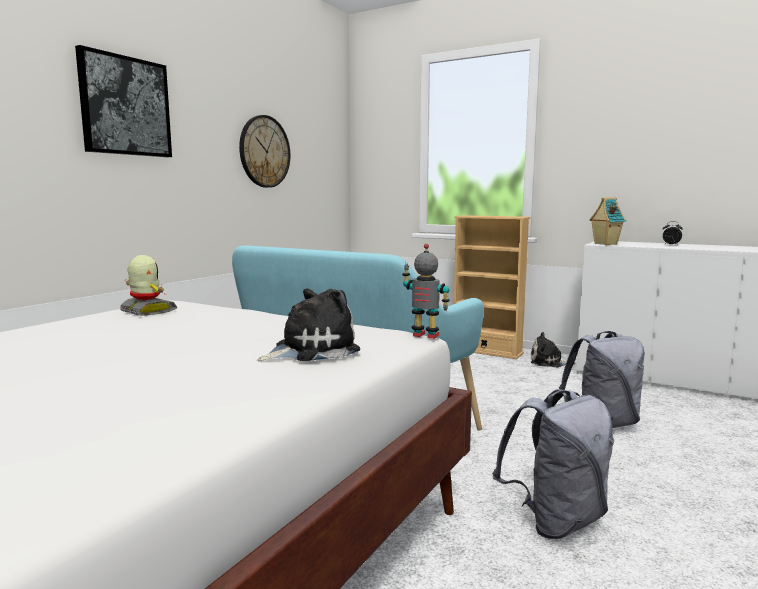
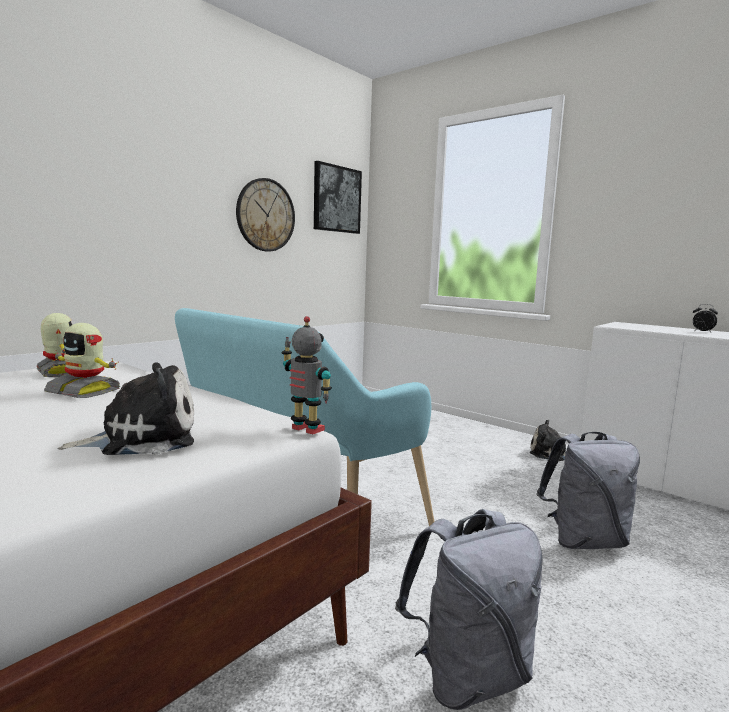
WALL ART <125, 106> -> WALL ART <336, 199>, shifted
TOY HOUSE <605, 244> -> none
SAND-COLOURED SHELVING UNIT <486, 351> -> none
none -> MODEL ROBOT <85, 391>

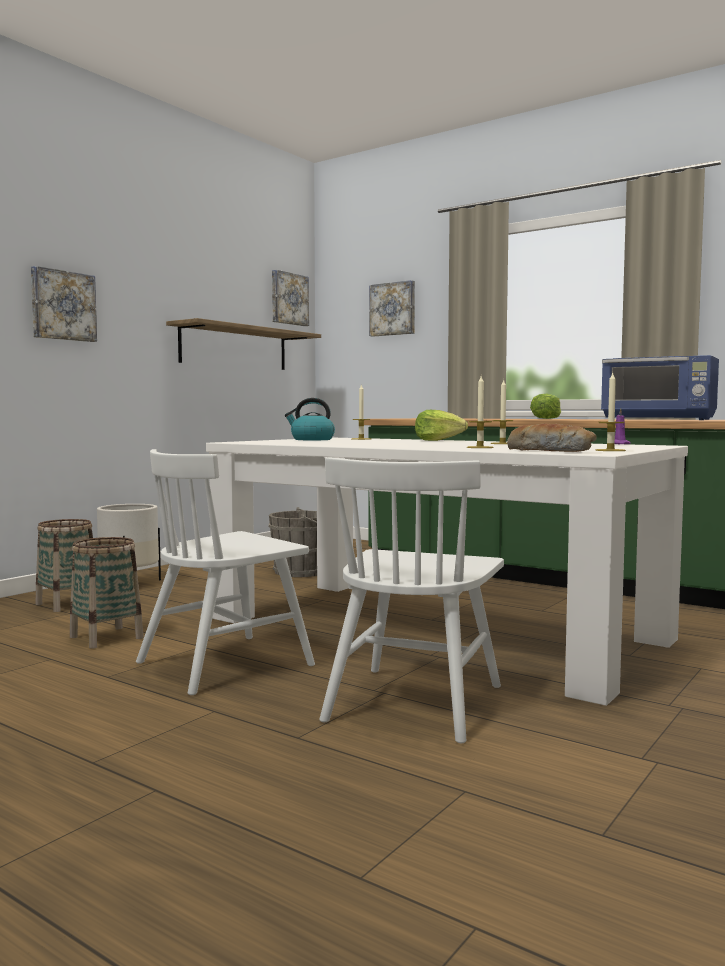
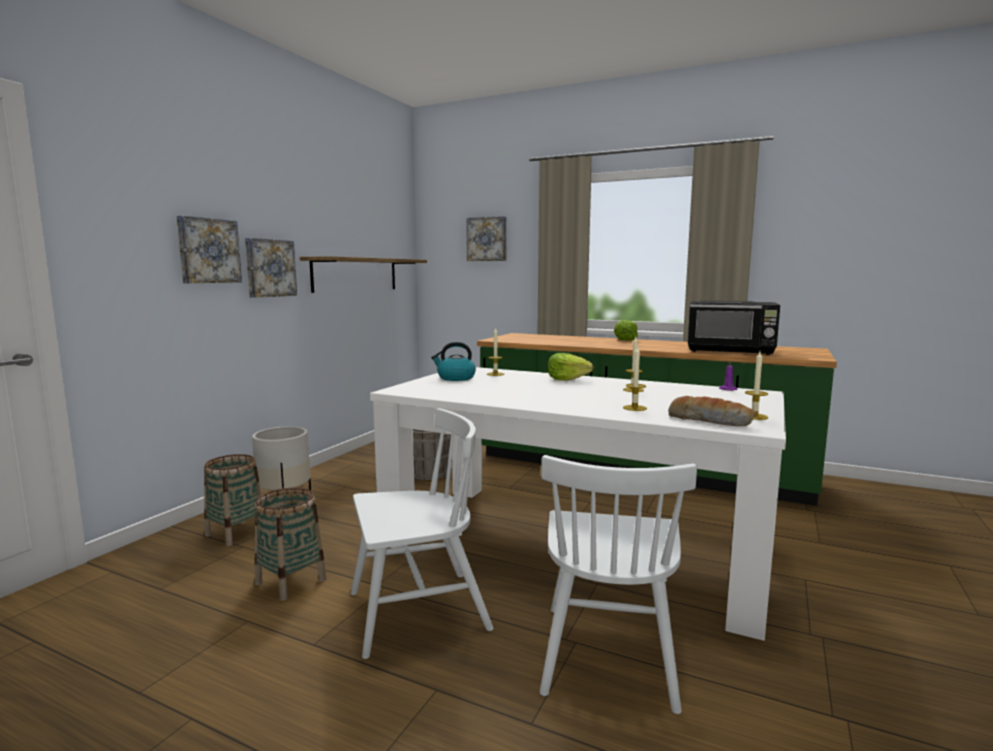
WALL ART <288, 299> -> WALL ART <269, 268>, shifted
BLUISH KITCHEN MICROWAVE <660, 419> -> BLACK-COLOURED KITCHEN MICROWAVE <731, 351>
WHITE PLAIN CHAIR <225, 663> -> WHITE PLAIN CHAIR <417, 612>, 150 degrees counterclockwise

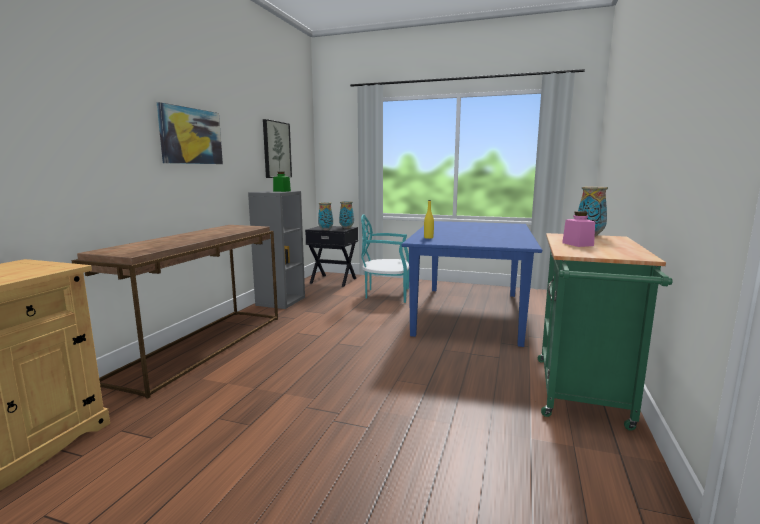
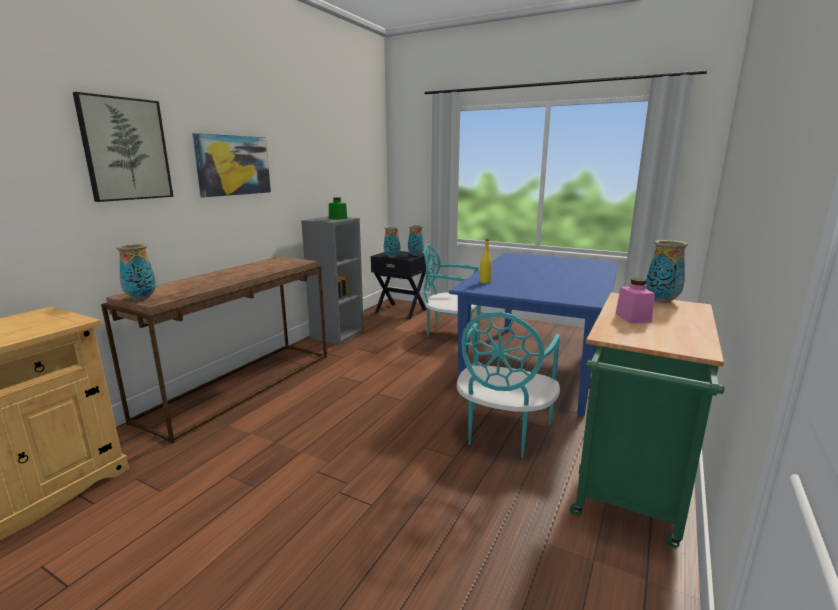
WALL ART <276, 149> -> WALL ART <125, 149>, shifted
none -> DECORATIVE VASE <141, 298>
none -> BLUE-GREEN PLAIN CHAIR <502, 432>

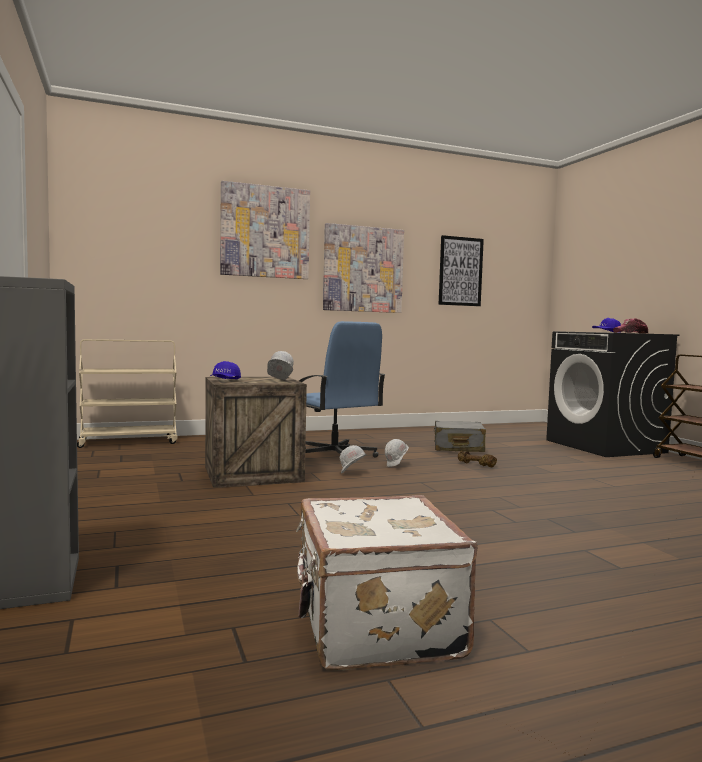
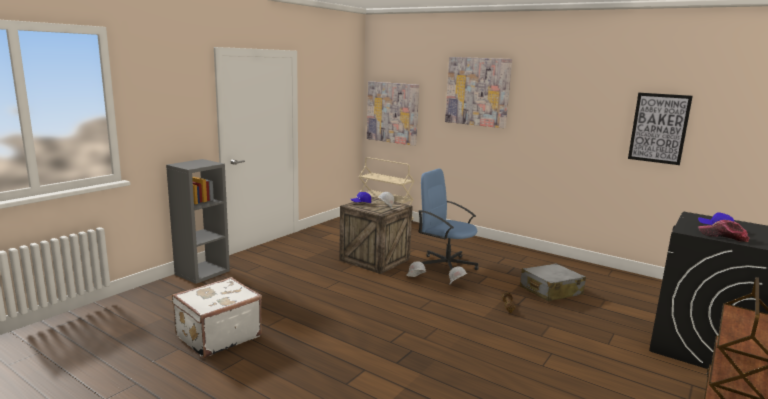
WALL ART <363, 269> -> WALL ART <392, 112>, shifted
BLUISH COMPUTER CHAIR <334, 456> -> BLUISH COMPUTER CHAIR <446, 265>, 105 degrees clockwise

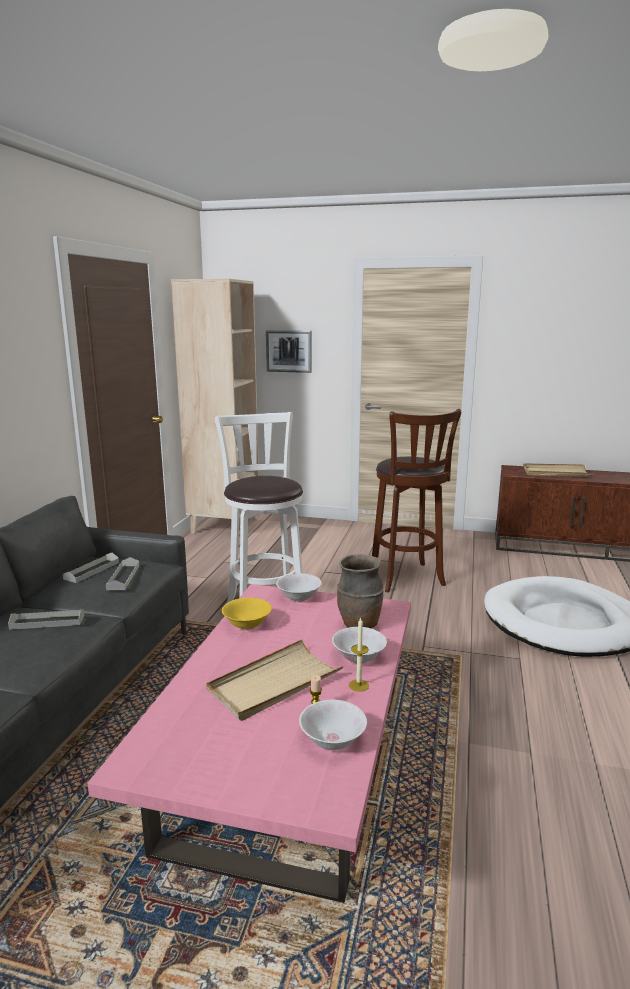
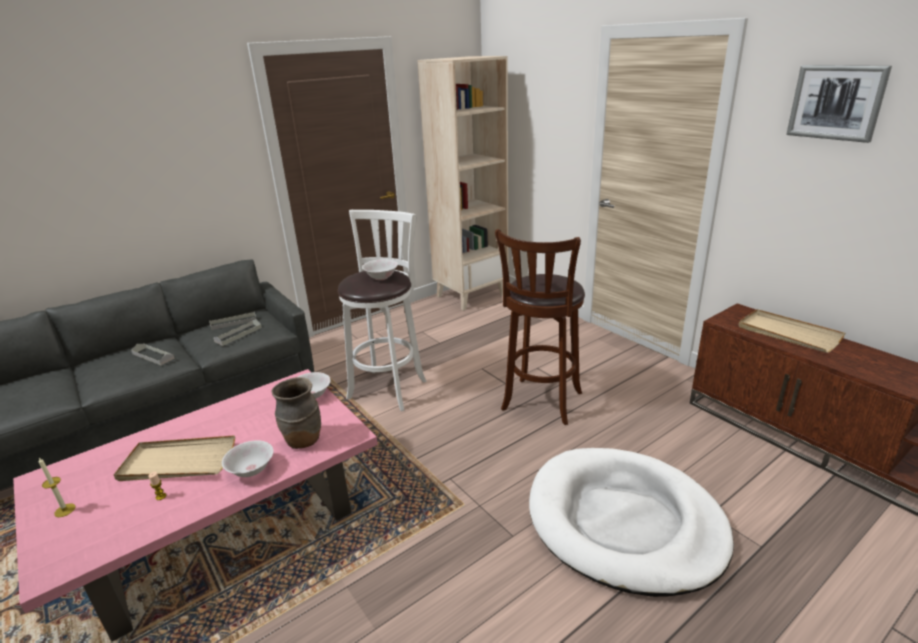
WALL ART <289, 351> -> WALL ART <836, 102>, shifted
YELLOW-COLOURED SERVING BOWL <247, 625> -> none
WAX CANDLE <358, 685> -> WAX CANDLE <65, 510>, shifted
WHITE SERVING BOWL <332, 741> -> WHITE SERVING BOWL <381, 277>, shifted

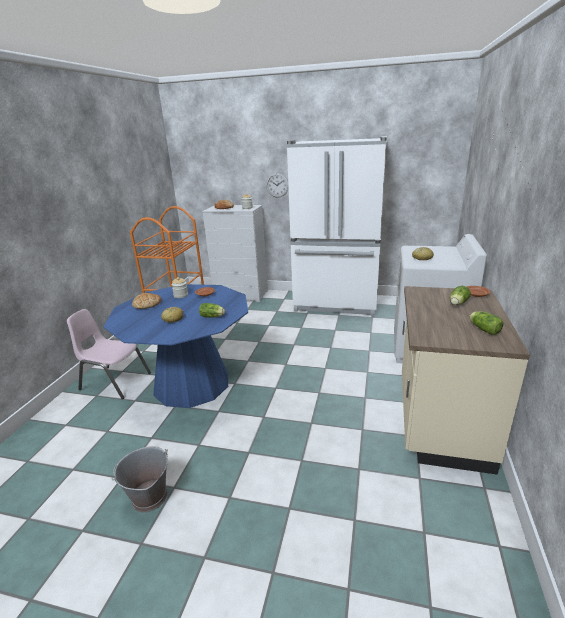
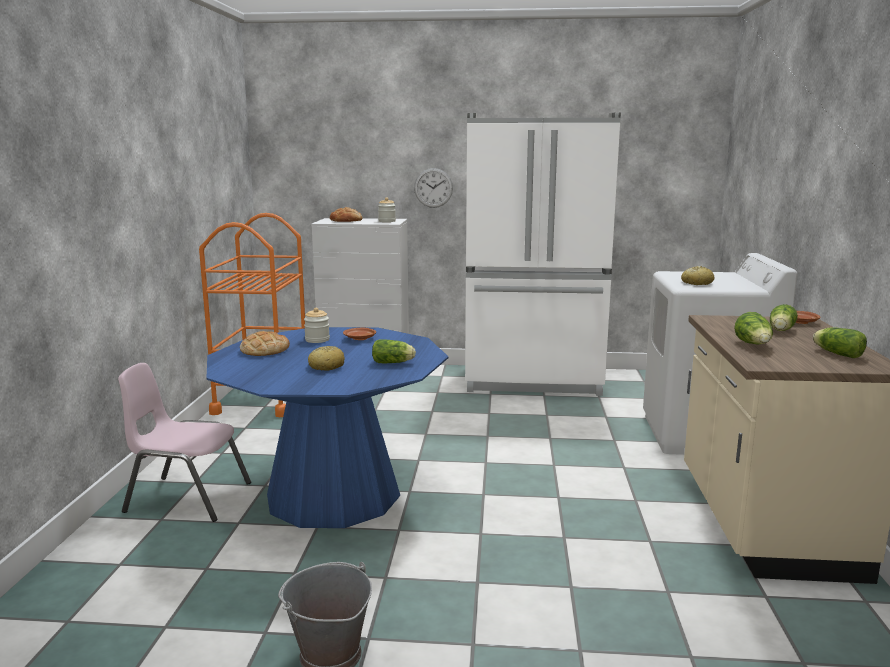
none -> LETTUCE <754, 345>

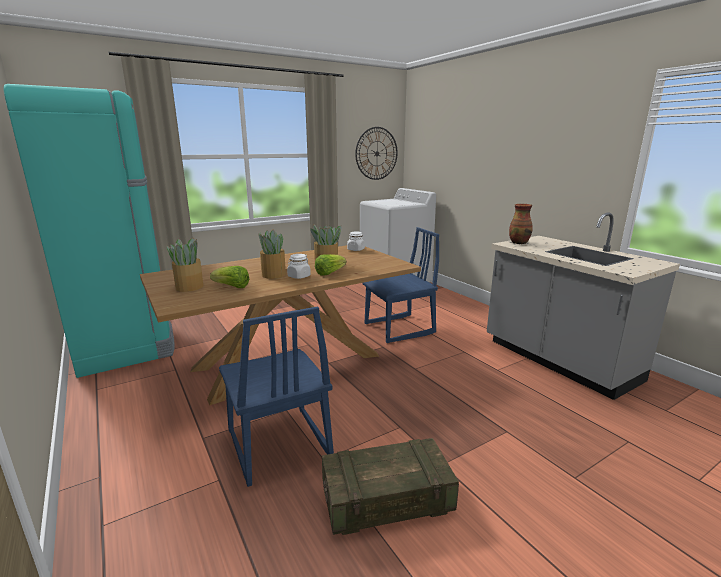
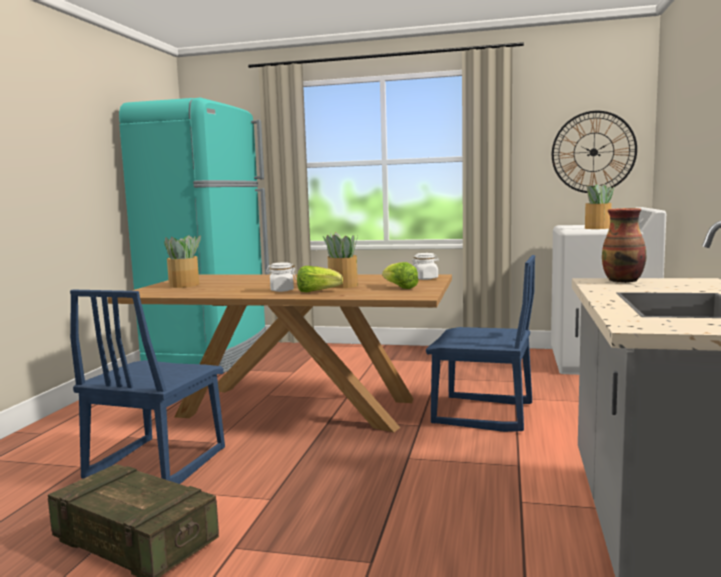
POTTED PLANT <273, 274> -> POTTED PLANT <597, 228>, shifted
LETTUCE <232, 287> -> LETTUCE <399, 287>, shifted

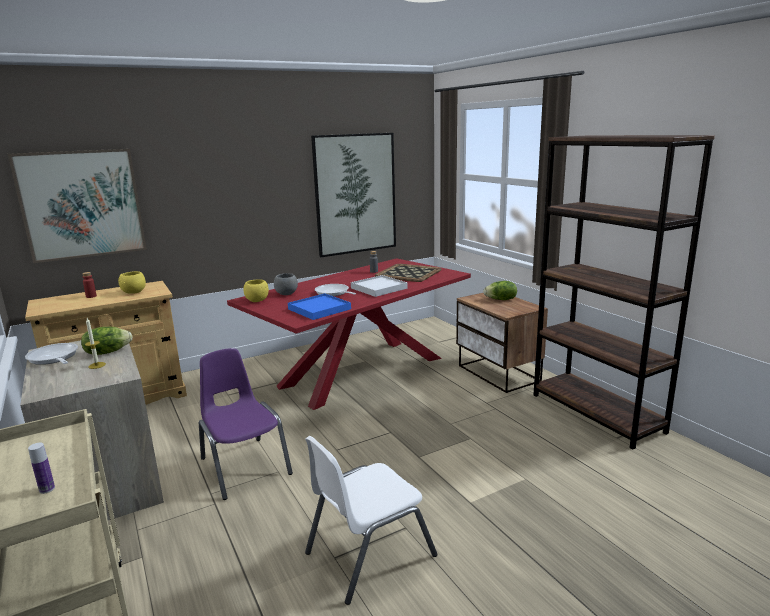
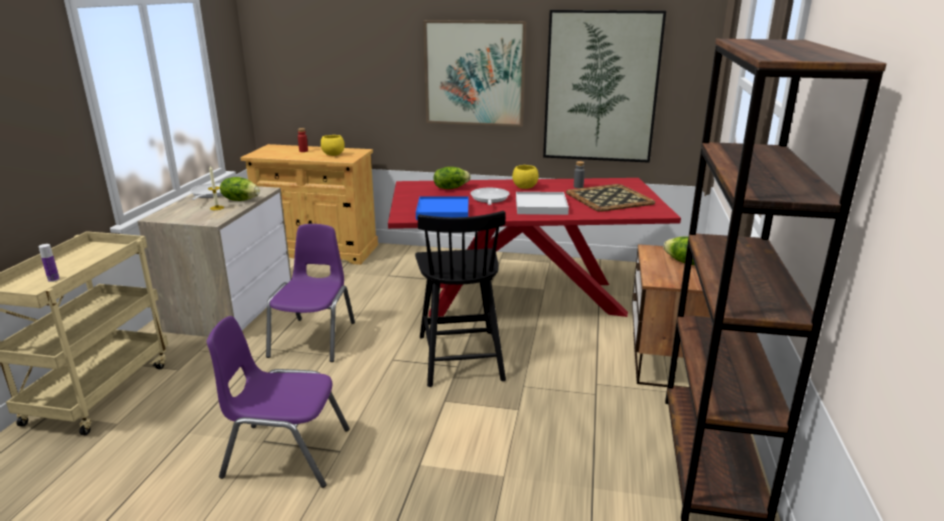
WALL ART <82, 204> -> WALL ART <474, 73>, shifted
GREYISH SERVING BOWL <286, 293> -> LETTUCE <450, 188>
YELLOW-COLOURED SERVING BOWL <256, 300> -> YELLOW-COLOURED SERVING BOWL <524, 187>, shifted
WHITE PLAIN CHAIR <368, 553> -> PURPLISH PLAIN CHAIR <286, 453>
none -> BLACK-COLOURED PLAIN CHAIR <460, 356>

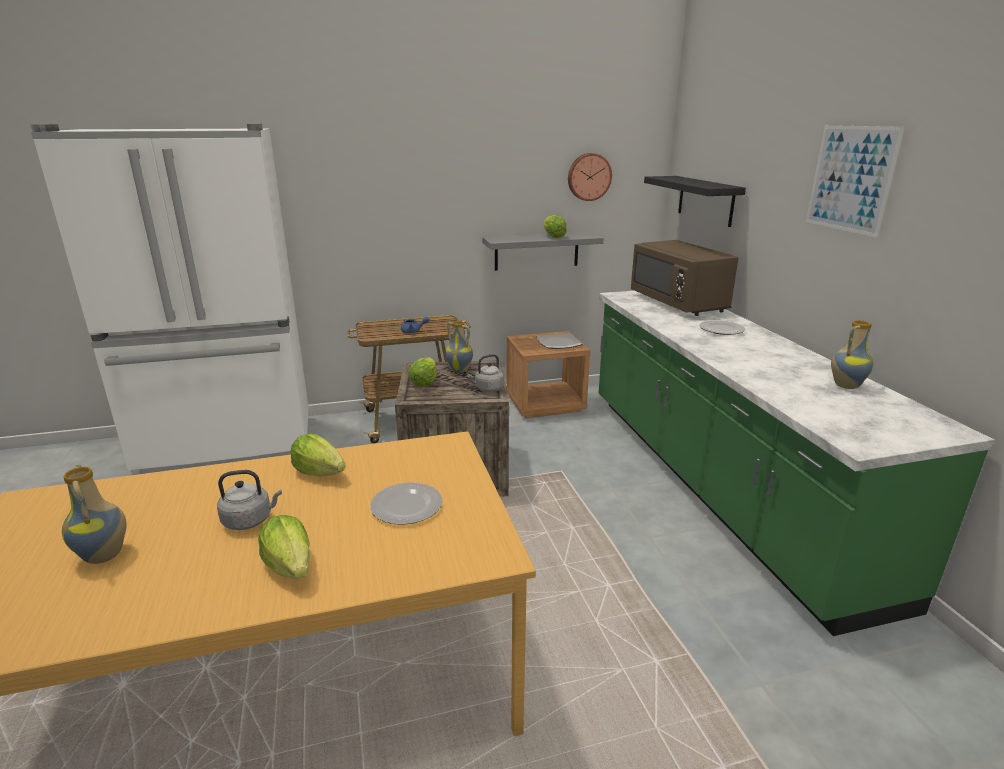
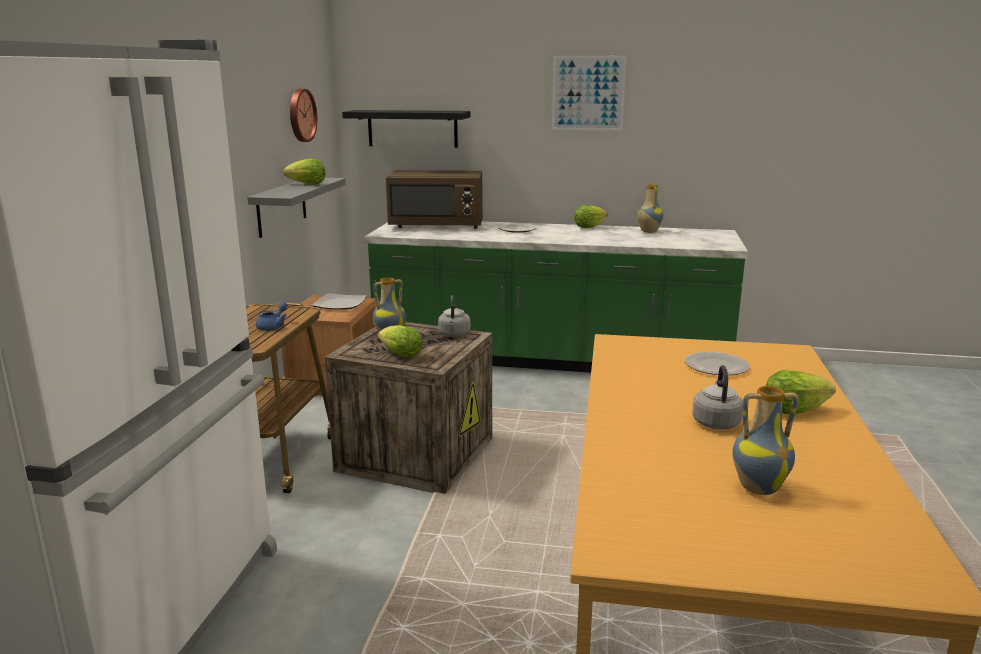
LETTUCE <319, 472> -> LETTUCE <589, 227>, shifted

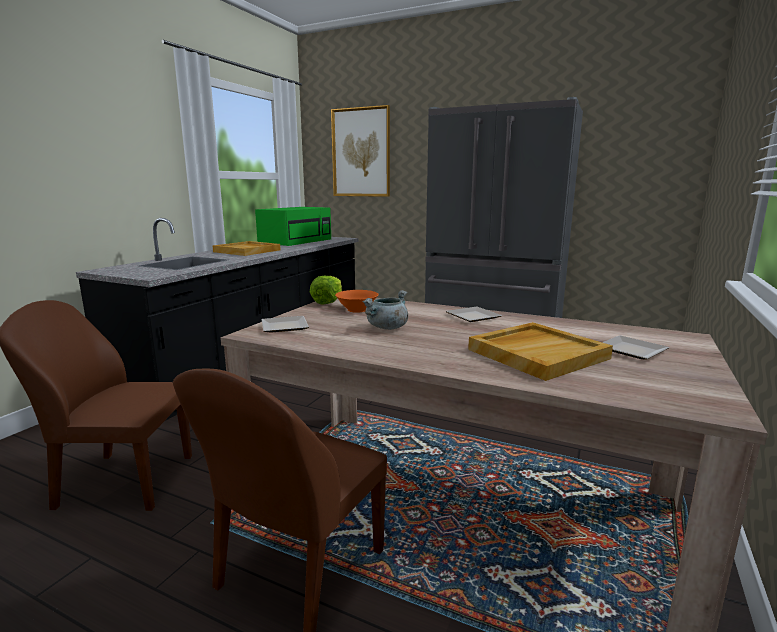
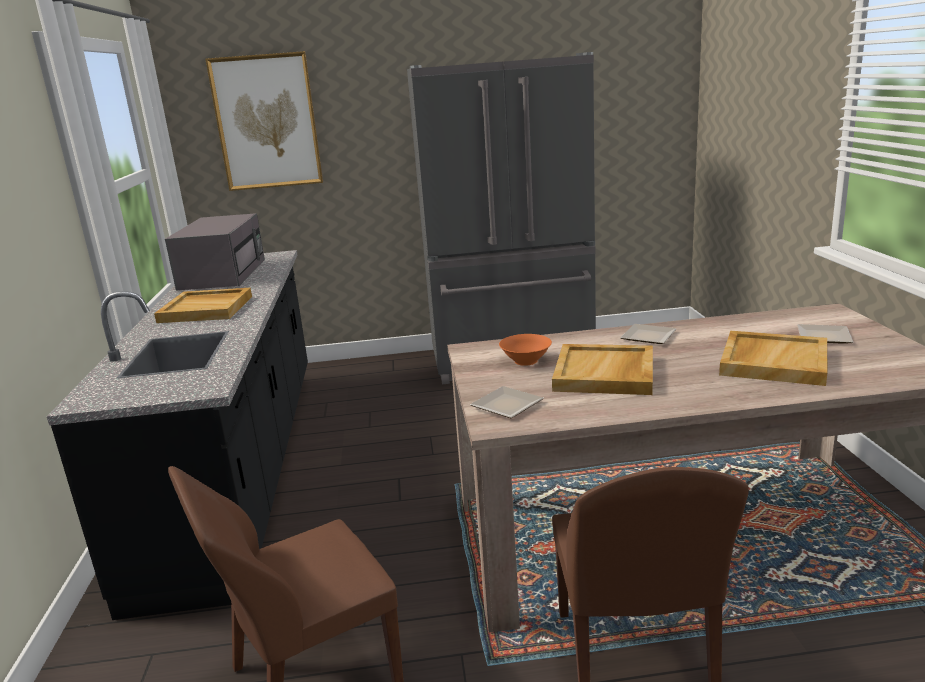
GREEN-COLOURED KITCHEN MICROWAVE <296, 241> -> GREYISH KITCHEN MICROWAVE <223, 273>
LETTUCE <328, 301> -> none
GREYISH STOCKPOT <387, 328> -> SAND-COLOURED TRAY <605, 374>

